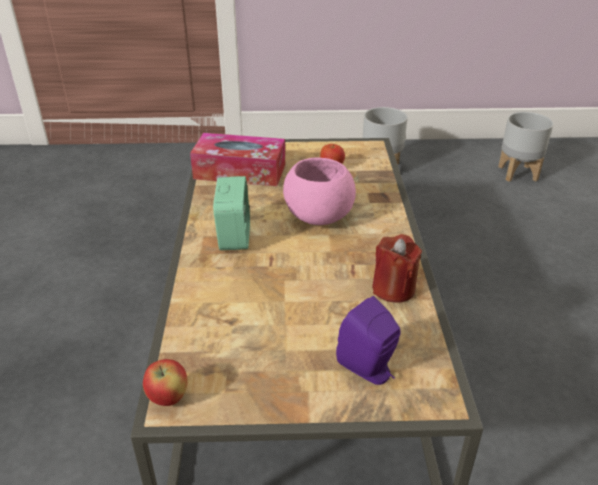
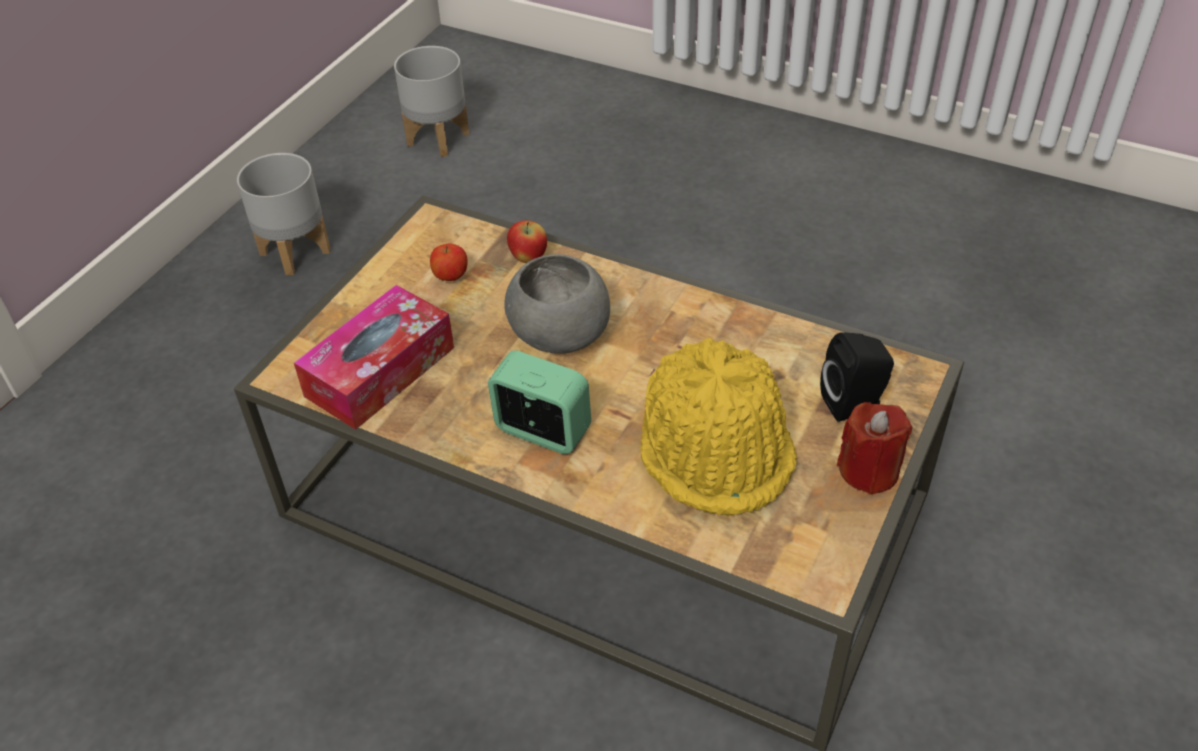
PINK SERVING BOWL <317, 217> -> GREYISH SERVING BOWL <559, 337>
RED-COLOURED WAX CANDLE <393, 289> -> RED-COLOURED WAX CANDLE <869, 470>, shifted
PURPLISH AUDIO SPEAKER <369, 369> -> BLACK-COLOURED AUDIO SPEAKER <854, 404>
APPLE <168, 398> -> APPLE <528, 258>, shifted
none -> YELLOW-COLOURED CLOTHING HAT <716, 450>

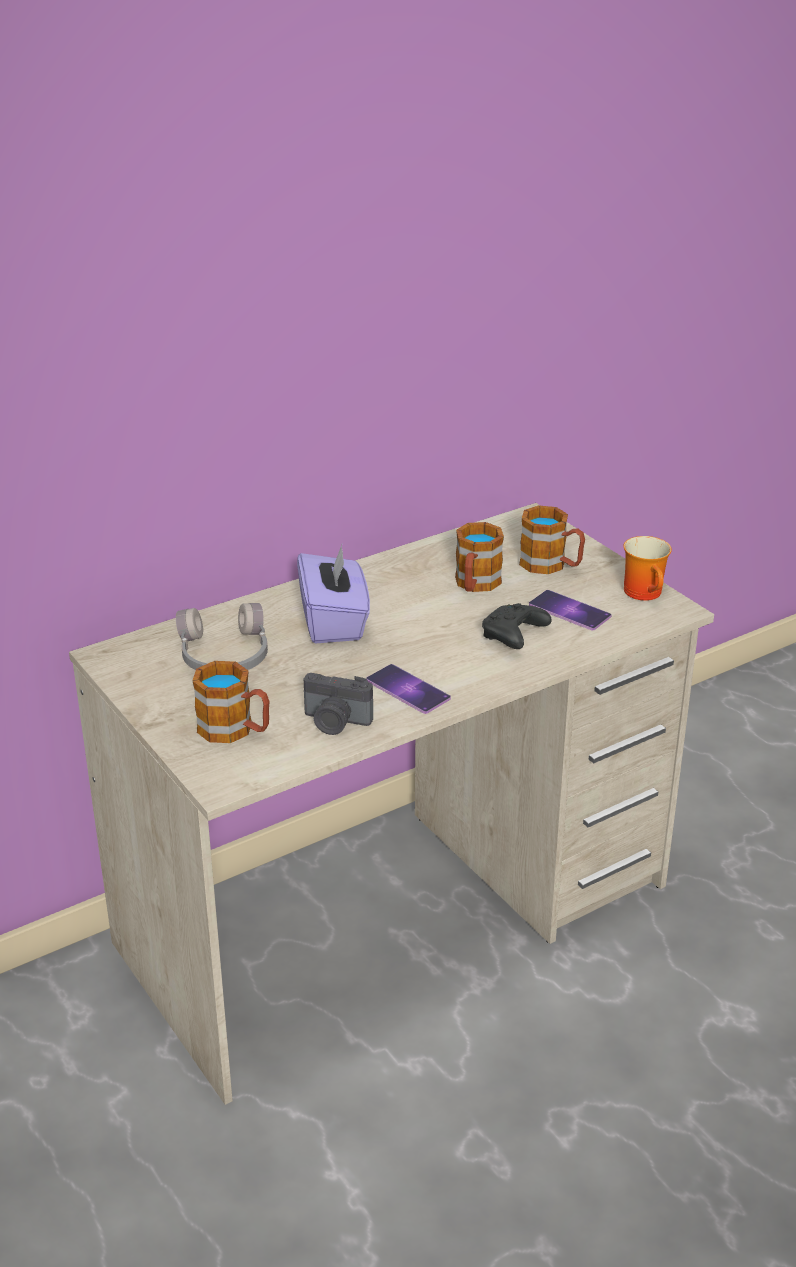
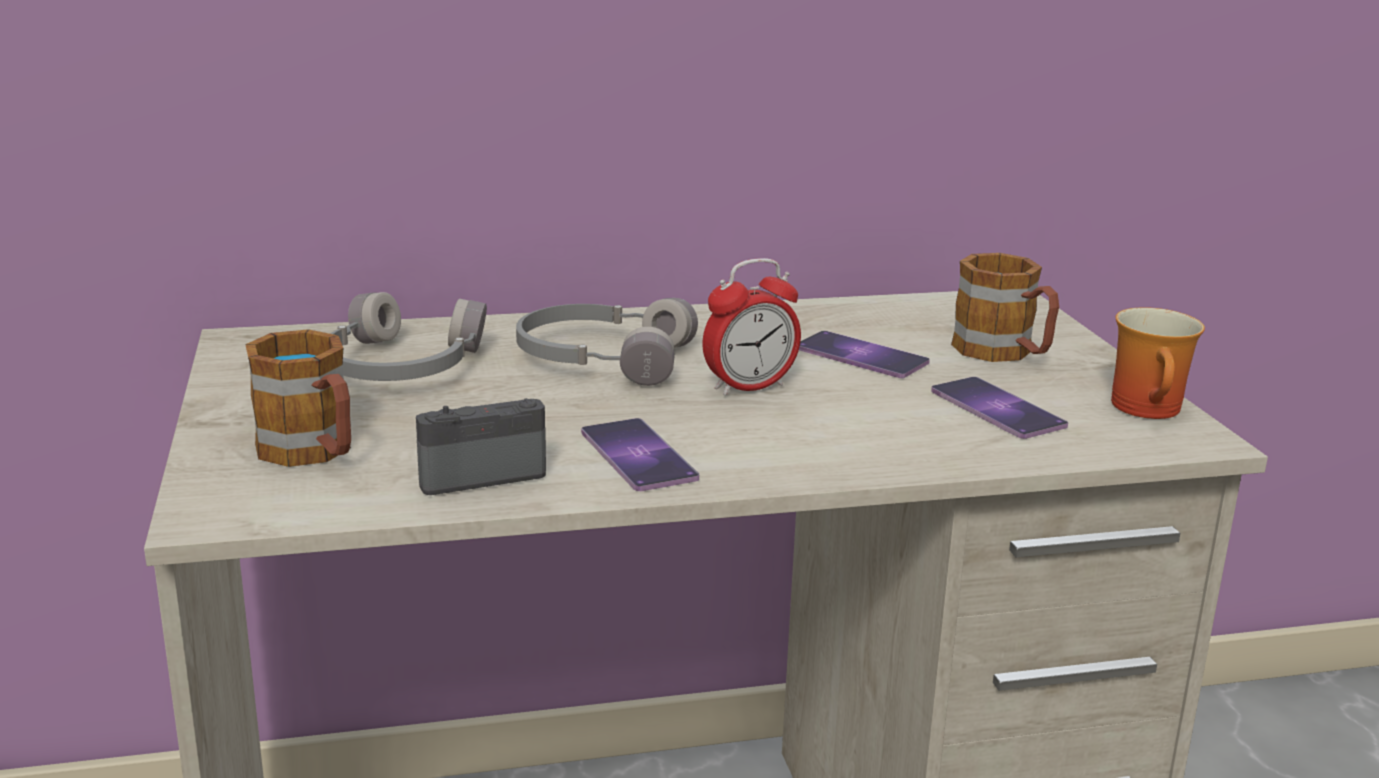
MUG <475, 585> -> PHONE <861, 355>
PURPLISH BOX OF TISSUES <334, 622> -> GREYISH HEADPHONES <602, 359>
BLACK-COLOURED GAMEPAD <513, 637> -> none
PHOTO CAMERA <335, 722> -> PHOTO CAMERA <478, 473>, 120 degrees clockwise
none -> ALARM CLOCK <749, 387>

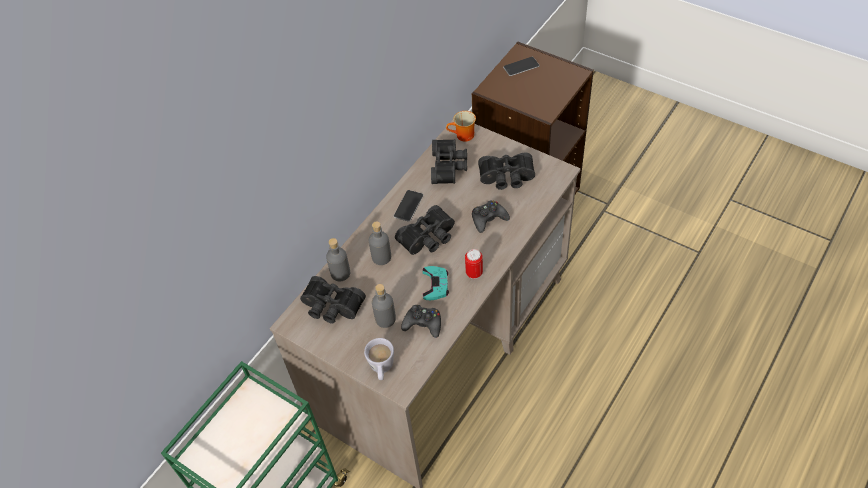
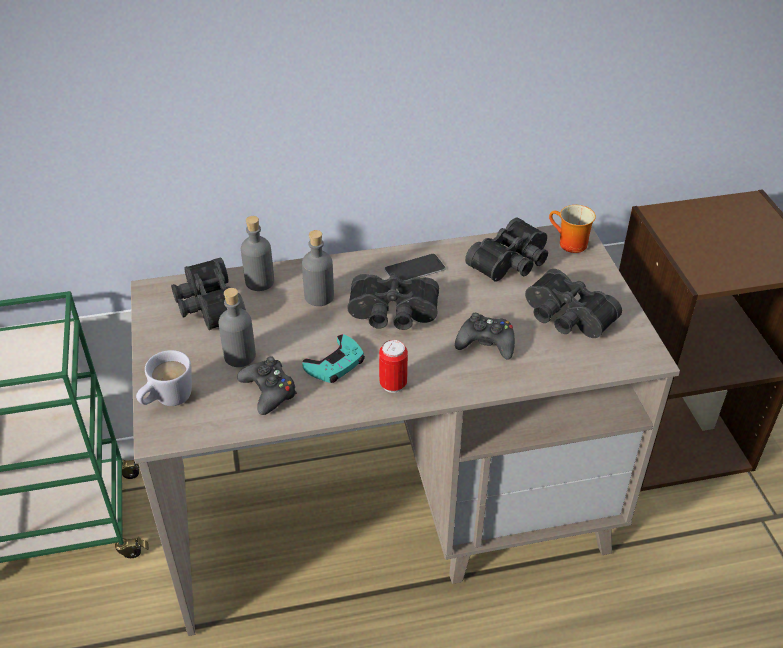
PHONE <521, 66> -> none

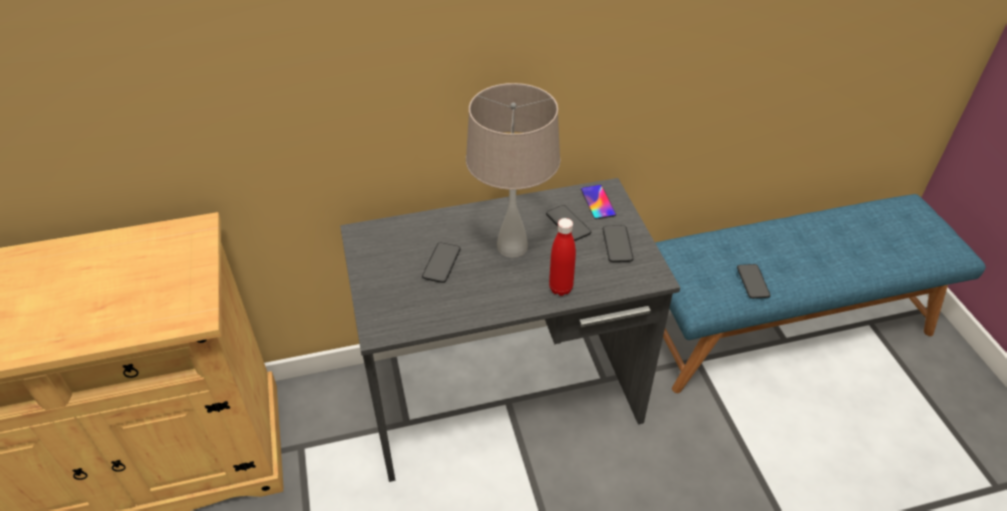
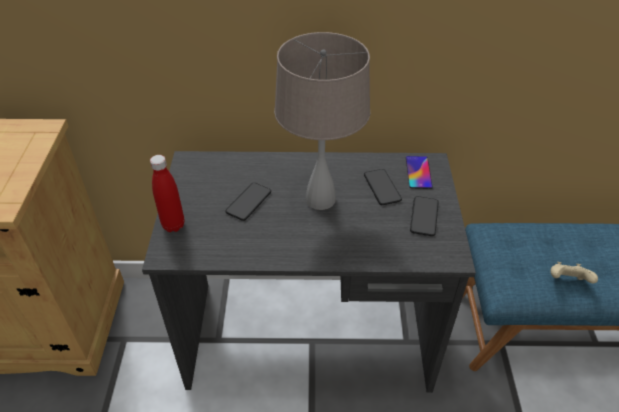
RED-COLOURED BEVERAGE BOTTLE <560, 288> -> RED-COLOURED BEVERAGE BOTTLE <173, 225>, shifted
PHONE <753, 282> -> SAND-COLOURED GAMEPAD <567, 281>

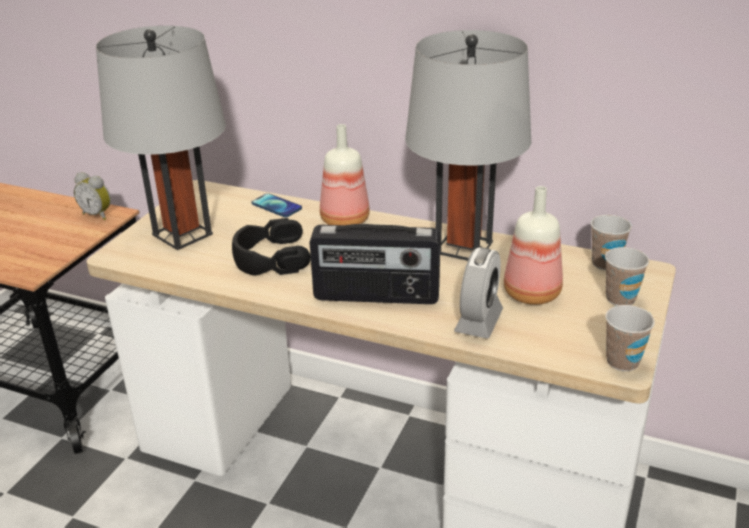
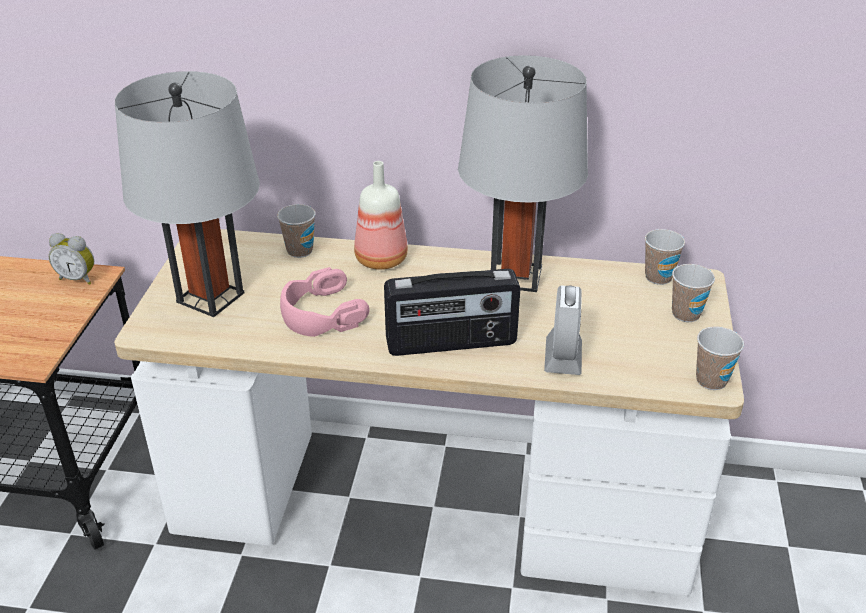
BEVERAGE BOTTLE <531, 292> -> none
PHONE <276, 206> -> SMALL CUP <299, 251>
BLACK-COLOURED HEADPHONES <270, 258> -> PINK HEADPHONES <321, 313>

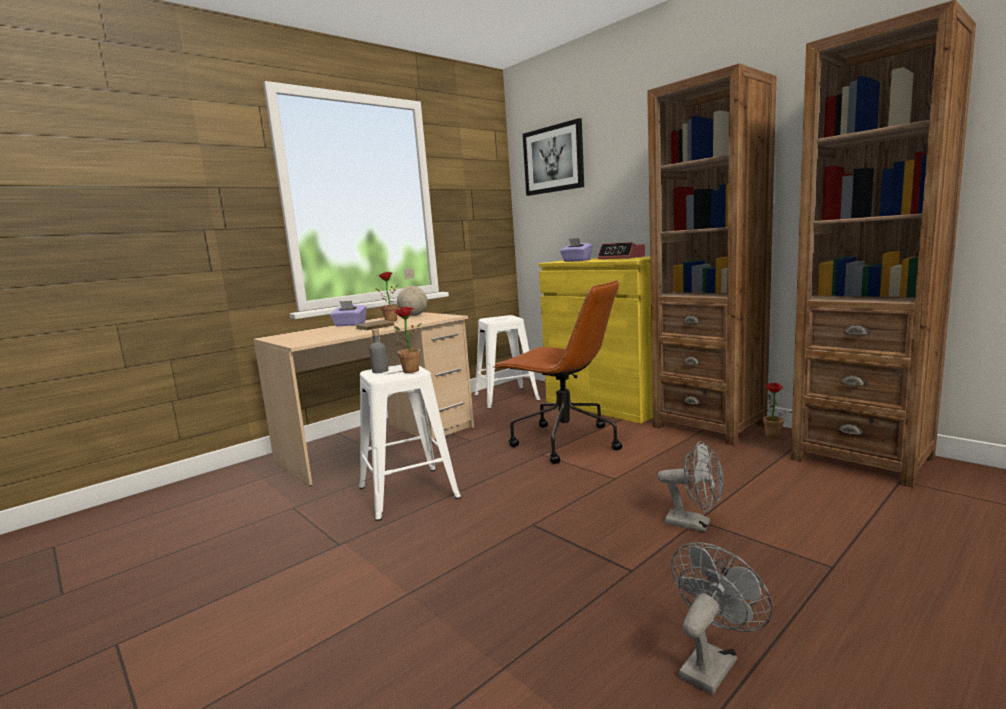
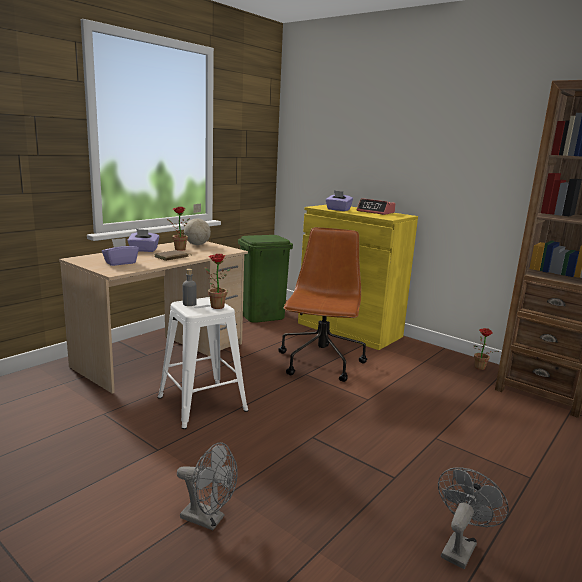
BROWN SHELVING UNIT <709, 425> -> none
WALL ART <553, 159> -> none
BROWN COMPUTER CHAIR <564, 442> -> BROWN COMPUTER CHAIR <320, 363>, 105 degrees counterclockwise
WHITE SITTING STOOL <506, 397> -> GREEN-COLOURED TRASH CAN <262, 316>
GREYISH FAN <695, 524> -> GREYISH FAN <208, 519>, shifted
none -> PURPLISH BOX OF TISSUES <120, 263>

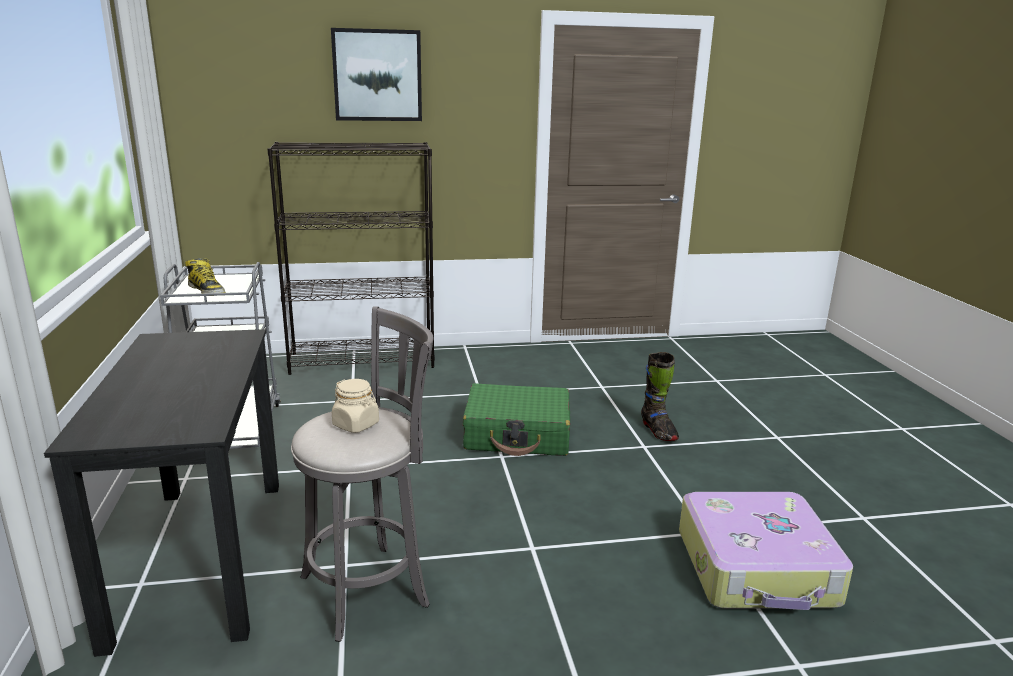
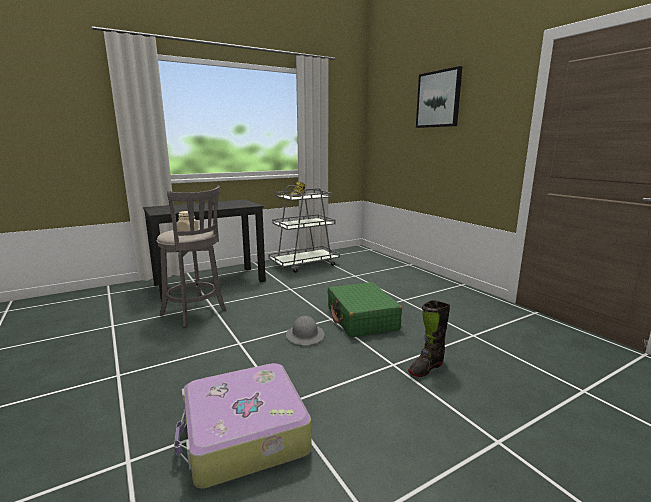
BLACK-COLOURED SHELVING UNIT <363, 360> -> none
none -> GREYISH SAFETY HELMET <305, 335>

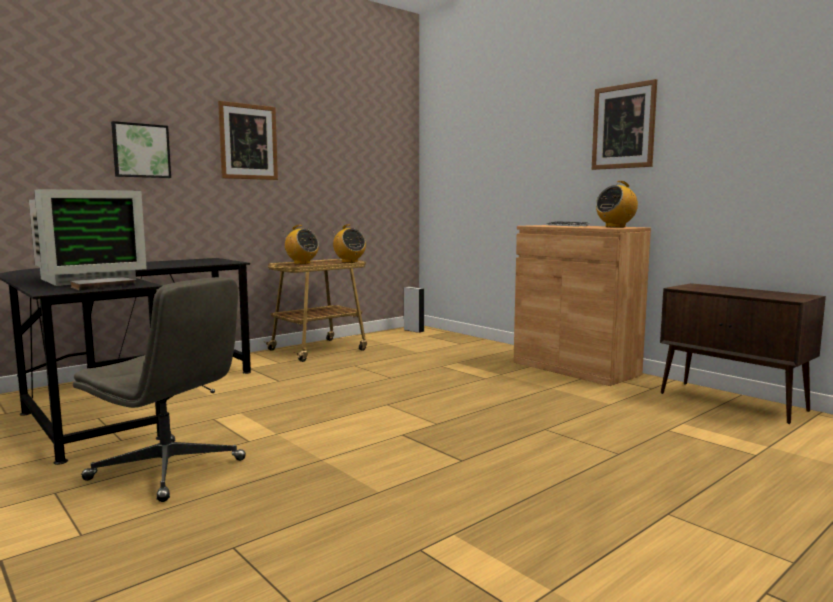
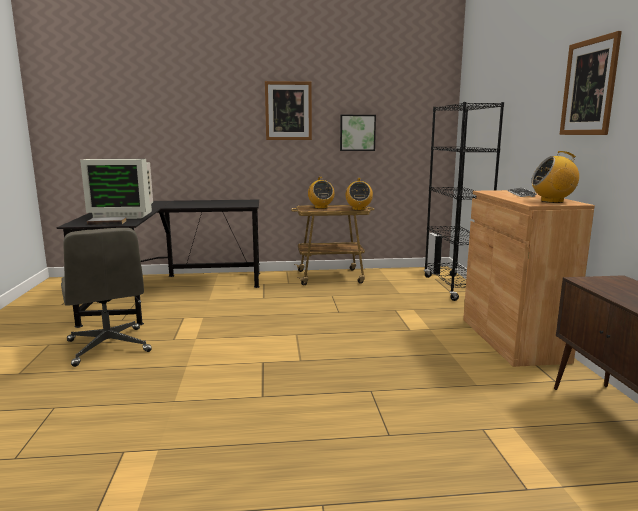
WALL ART <141, 150> -> WALL ART <357, 132>, shifted
none -> BLACK-COLOURED SHELVING UNIT <453, 287>

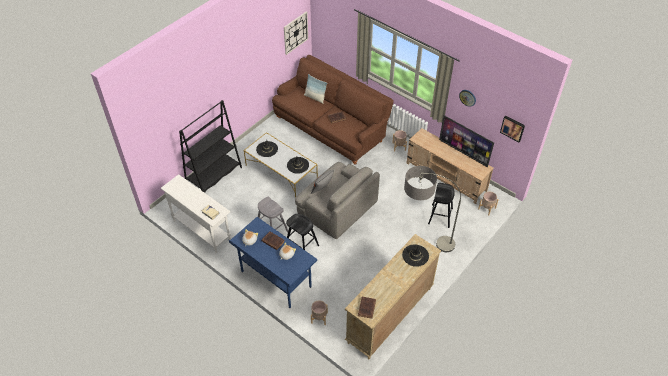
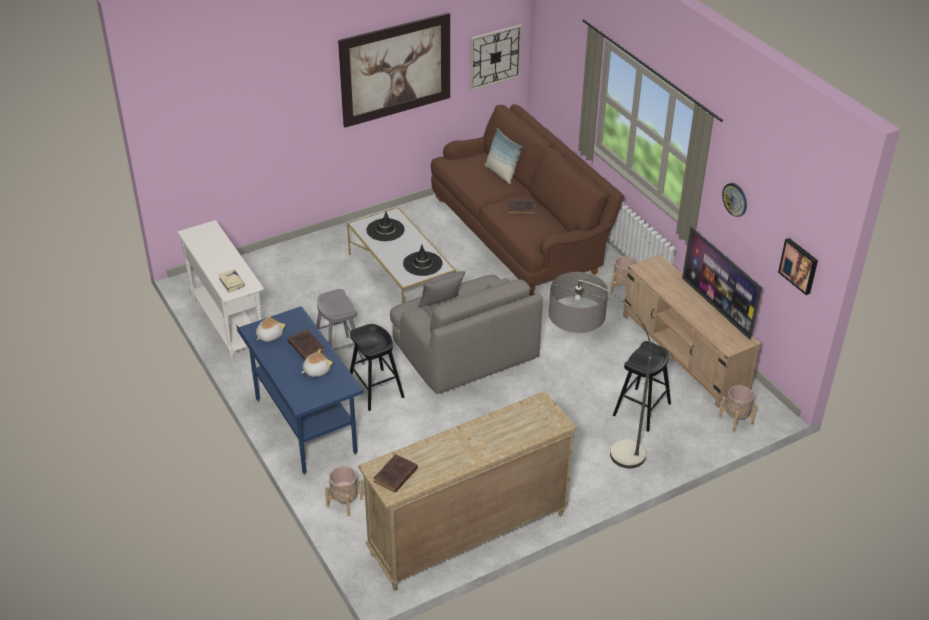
BLACK-COLOURED SHELVING UNIT <214, 176> -> none
BLACK-COLOURED CLOTHING HAT <415, 255> -> none
none -> WALL ART <395, 69>

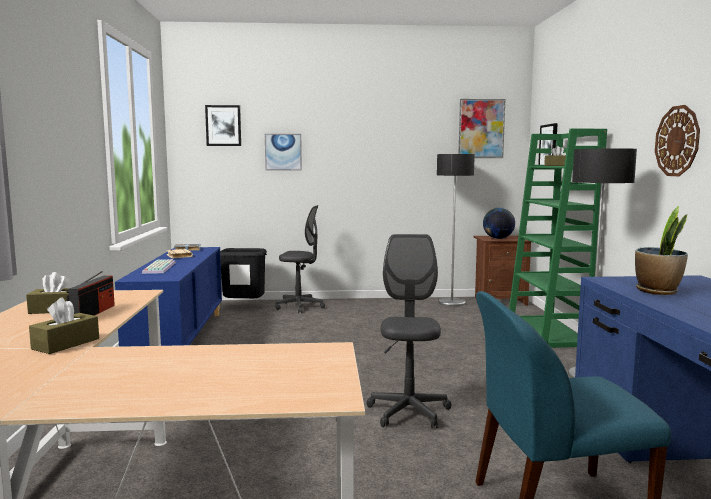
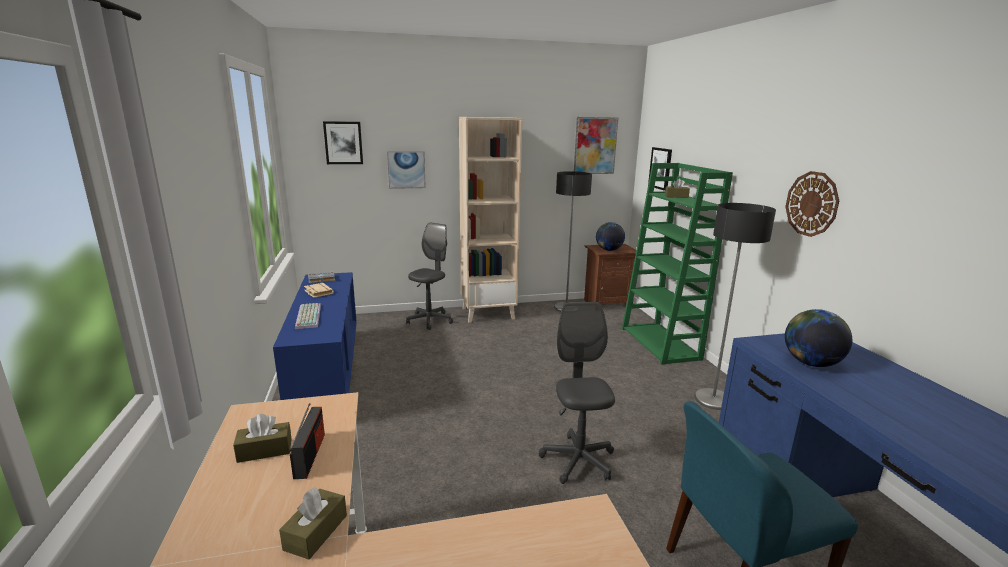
GREYISH COMPUTER CHAIR <299, 307> -> GREYISH COMPUTER CHAIR <429, 320>, 60 degrees counterclockwise
POTTED PLANT <657, 291> -> GLOBE <811, 363>
BLACK-COLOURED TRASH CAN <243, 307> -> none
none -> SAND-COLOURED SHELVING UNIT <488, 313>

